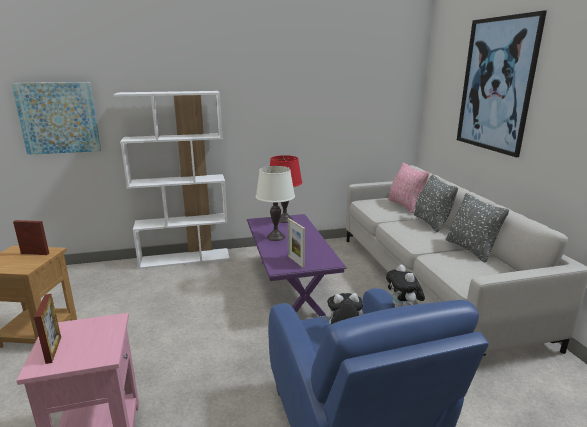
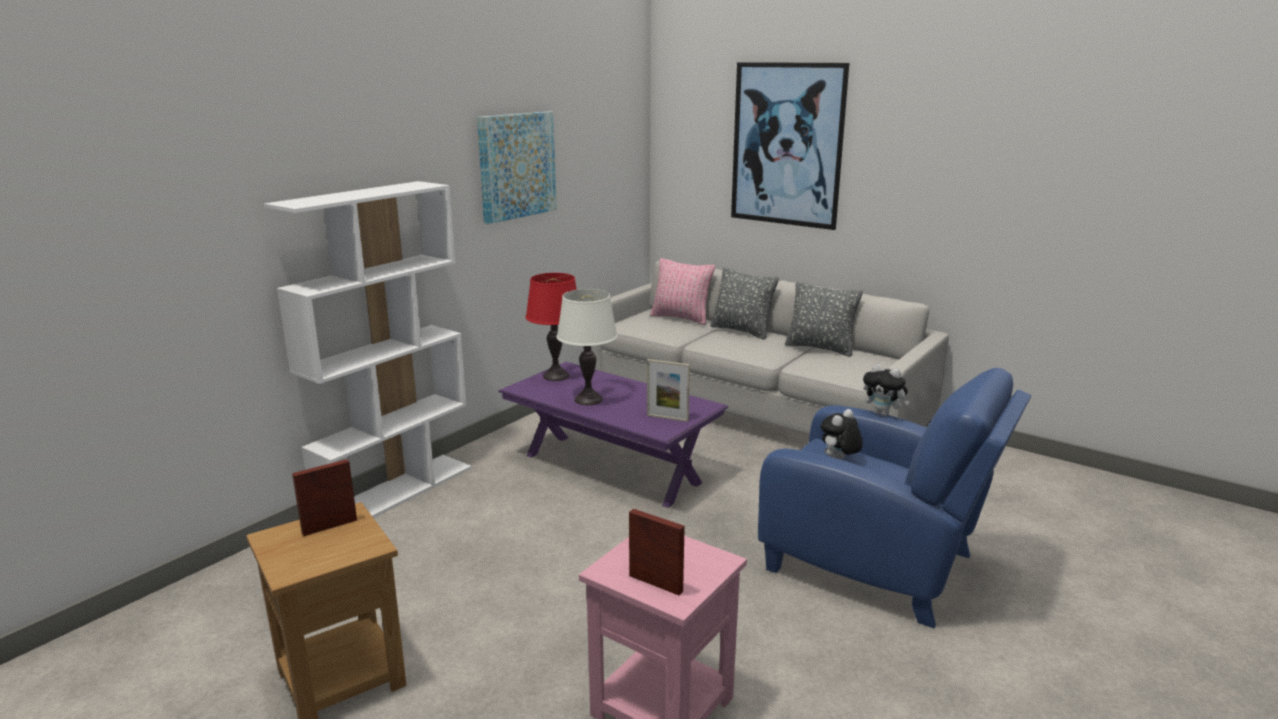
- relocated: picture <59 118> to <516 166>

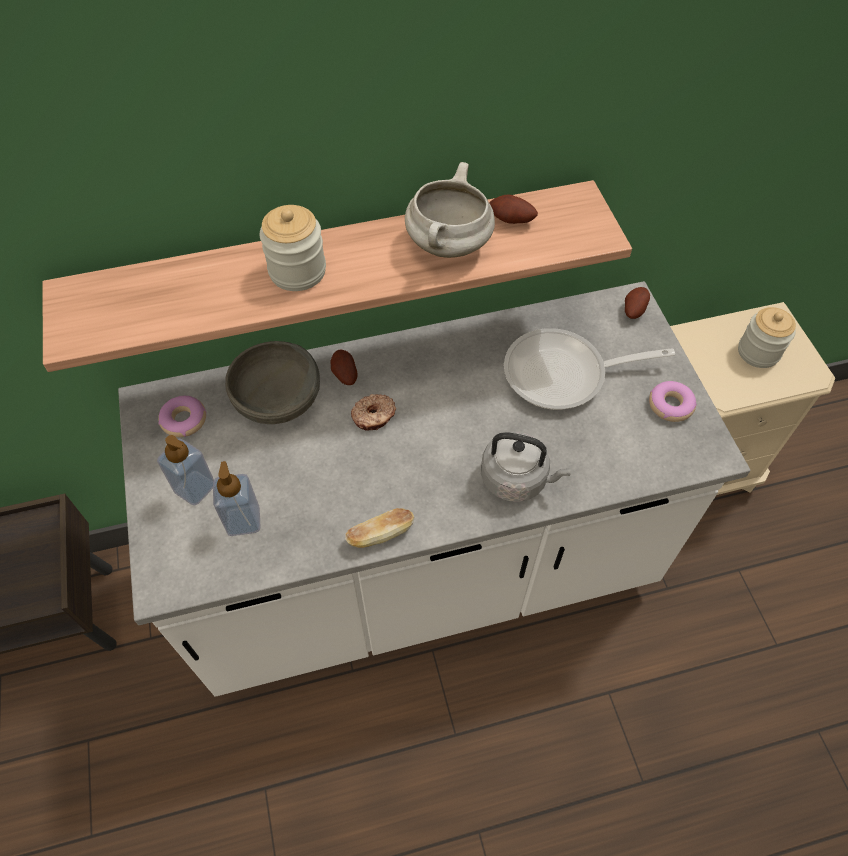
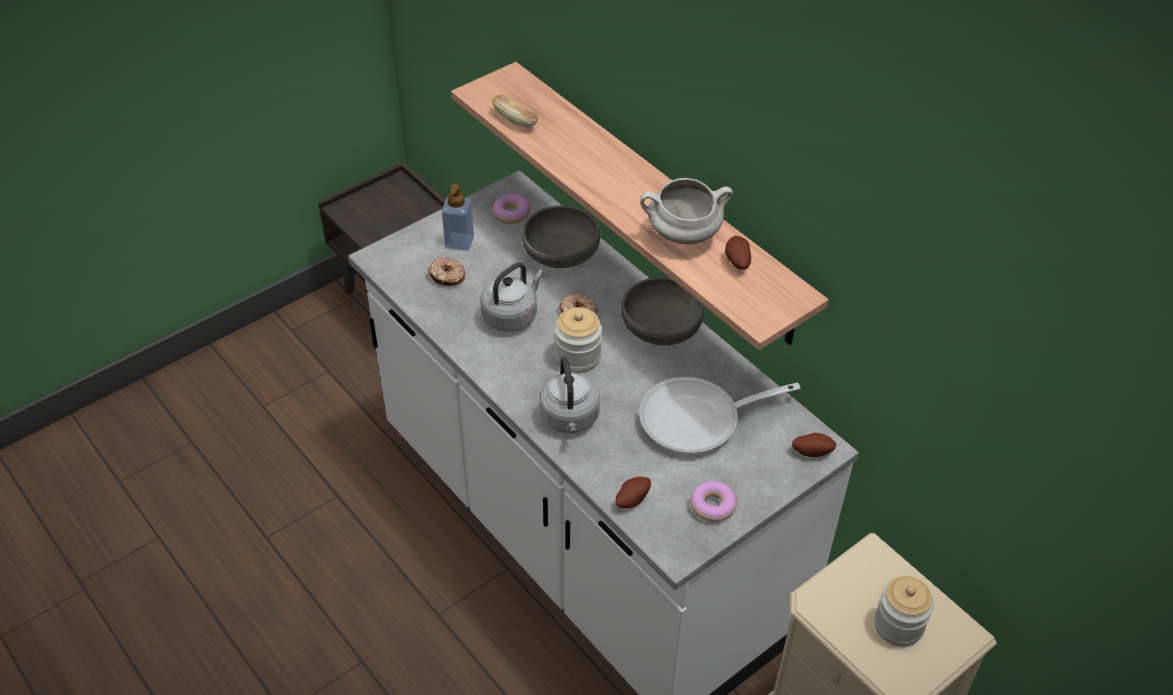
- appeared: grey kettle <512 315>
- appeared: grey bowl <661 328>
- relocated: jar <297 271> to <578 357>
- relocated: potato <344 375> to <631 499>
- relocated: bread <380 534> to <515 120>
- exchanged: soap dispenser <243 520> to donut <447 276>
- spun: frying pan <564 375> = <698 420> 75 degrees counterclockwise

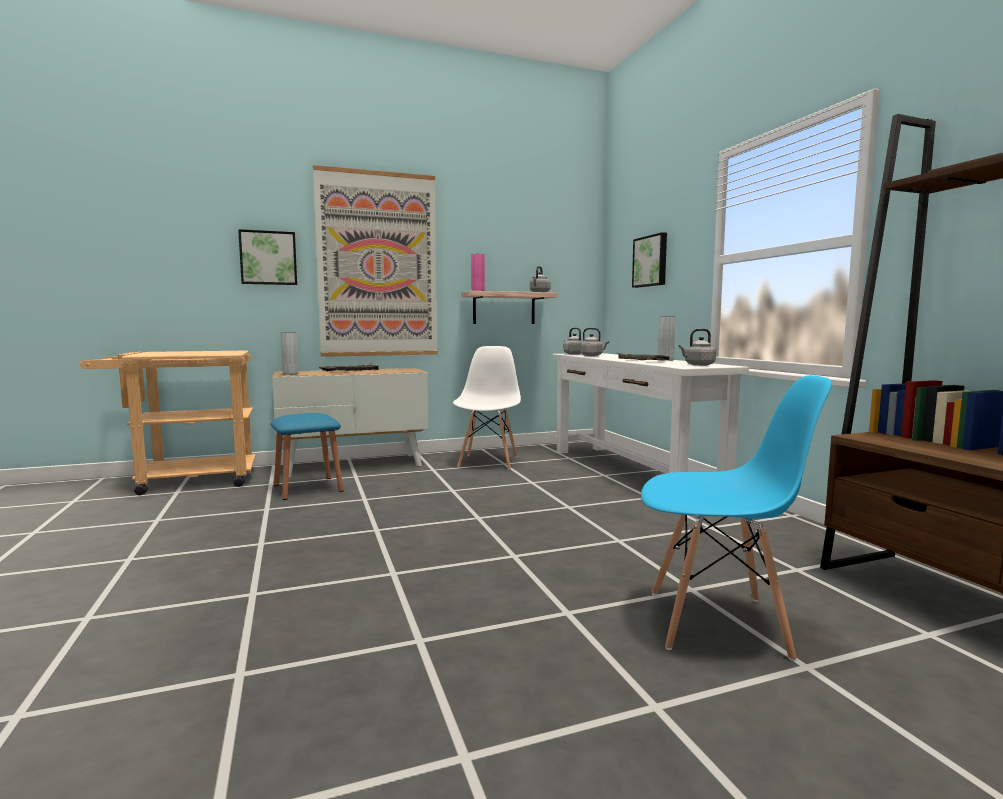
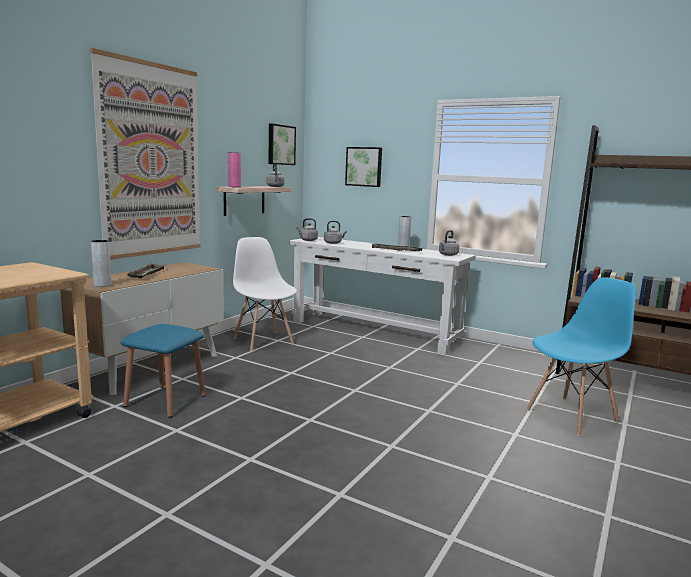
- relocated: picture <268 258> to <280 145>

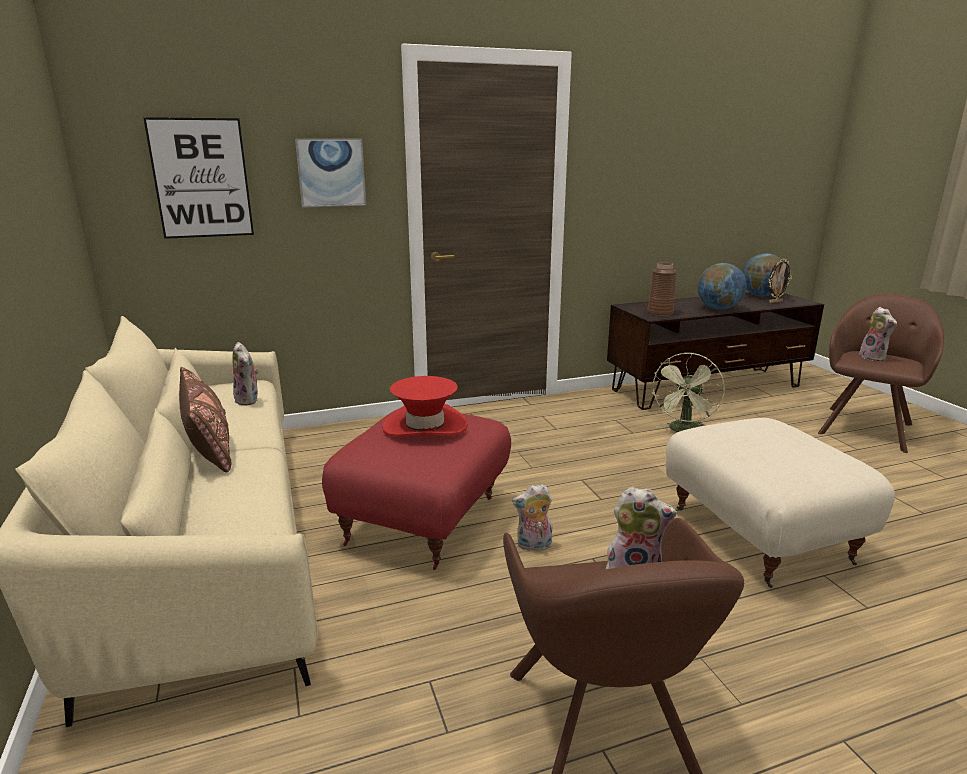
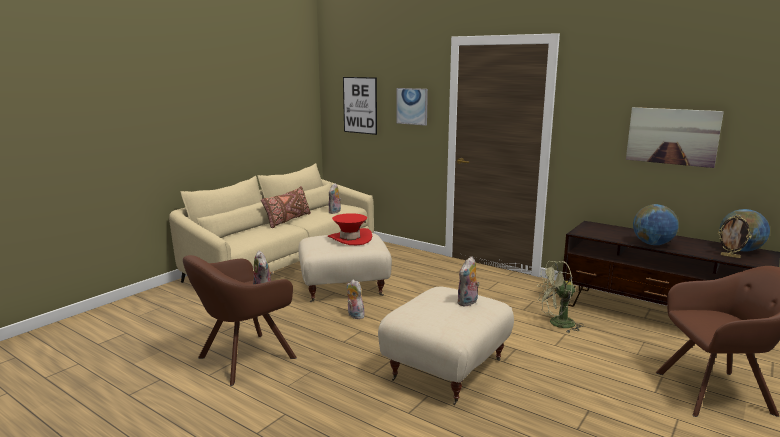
- missing: brown vase <660 313>
- appeared: picture <672 136>
- relocated: plush toy <874 357> to <468 303>
- colour: red ottoman <425 521> to beige ottoman <344 289>

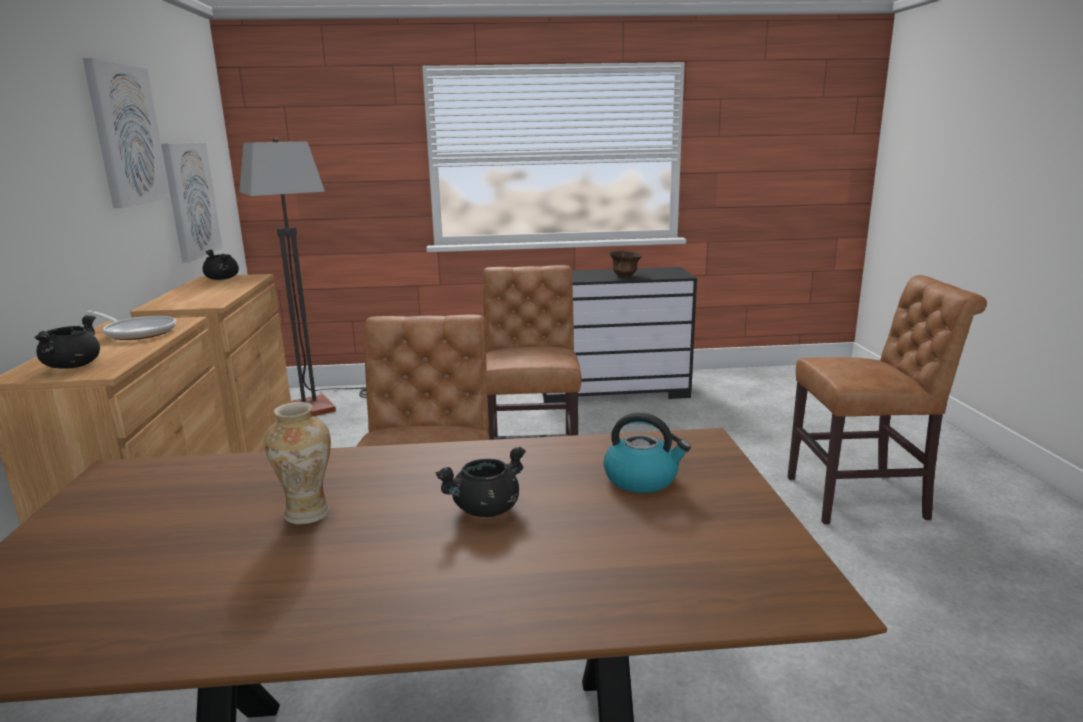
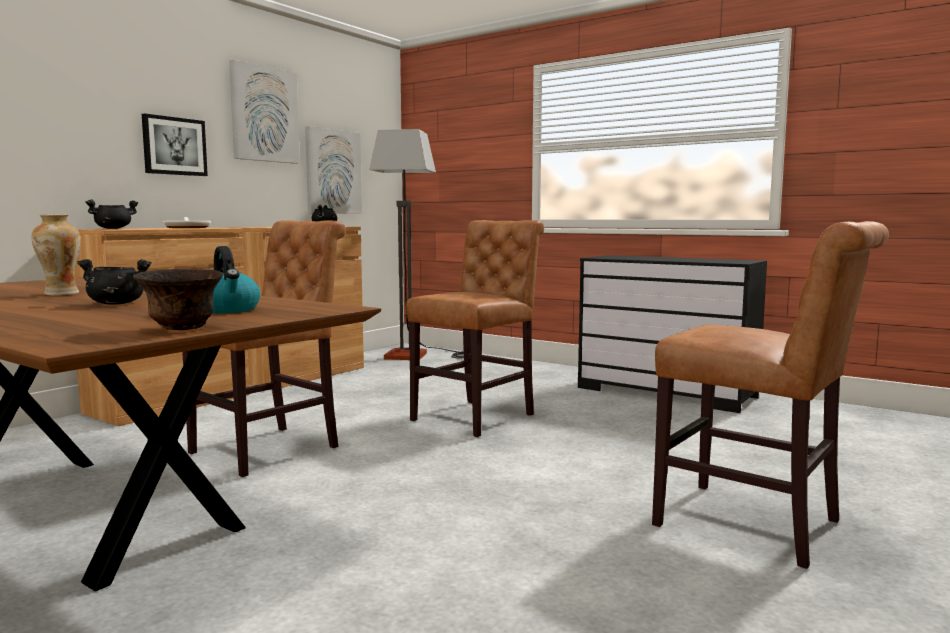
- appeared: picture <174 146>
- relocated: brown bowl <625 275> to <183 328>

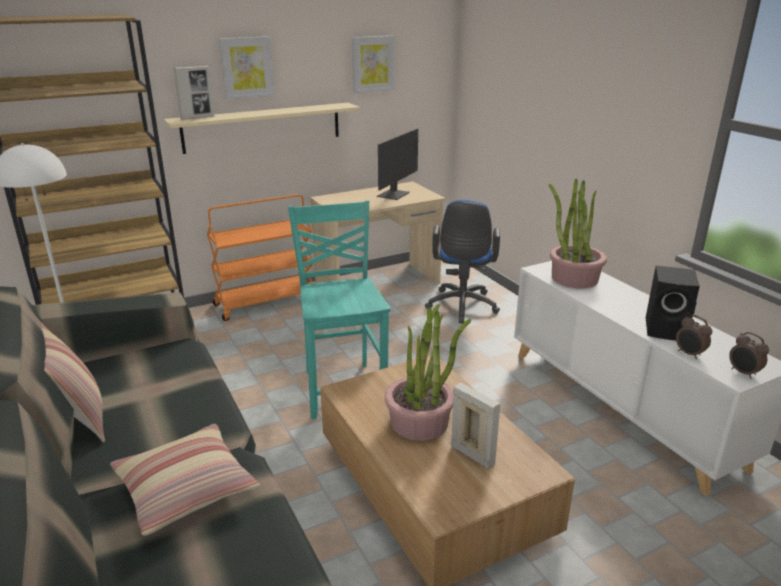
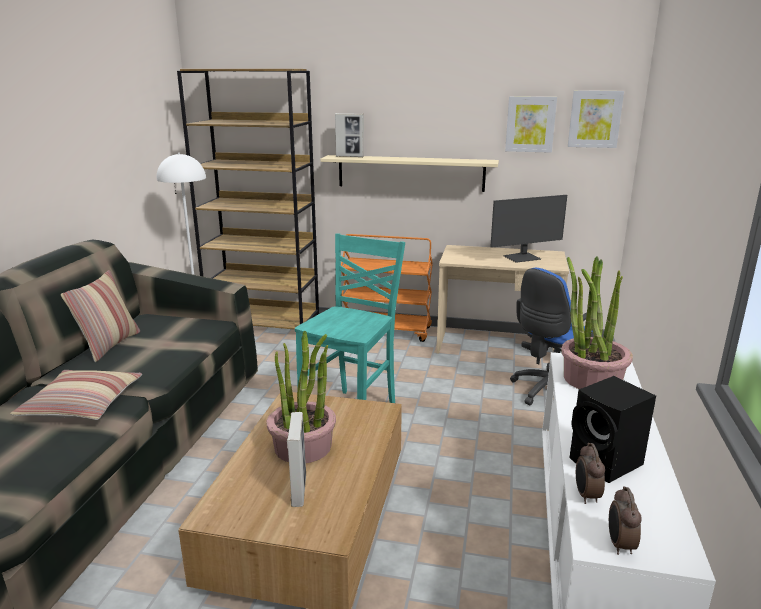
- relocated: picture <246 67> to <594 119>

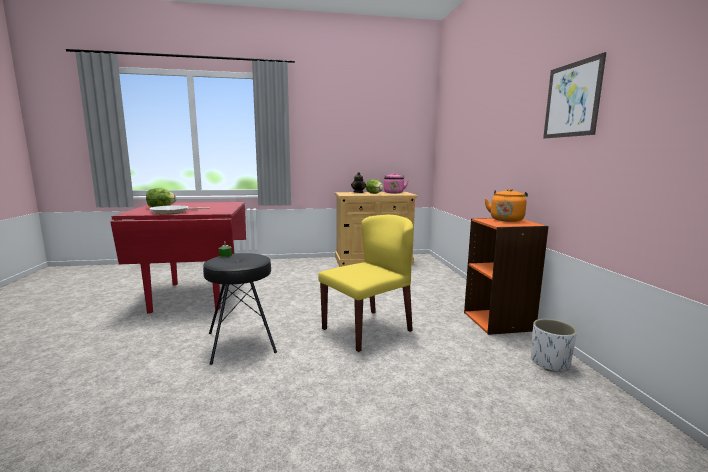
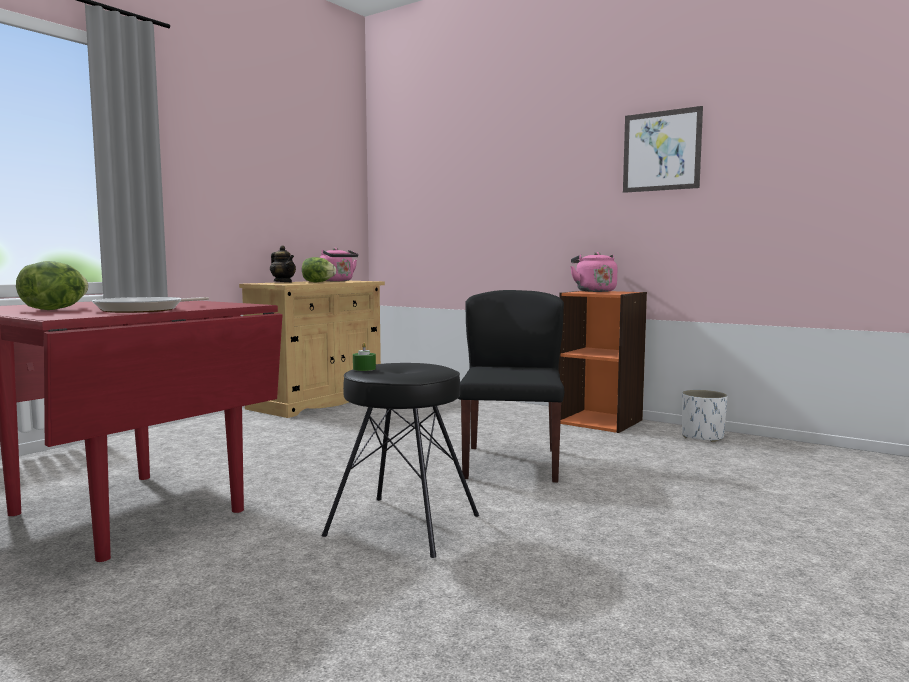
- colour: yellow chair <367 329> to black chair <511 463>
- colour: orange kettle <506 219> to pink kettle <594 291>

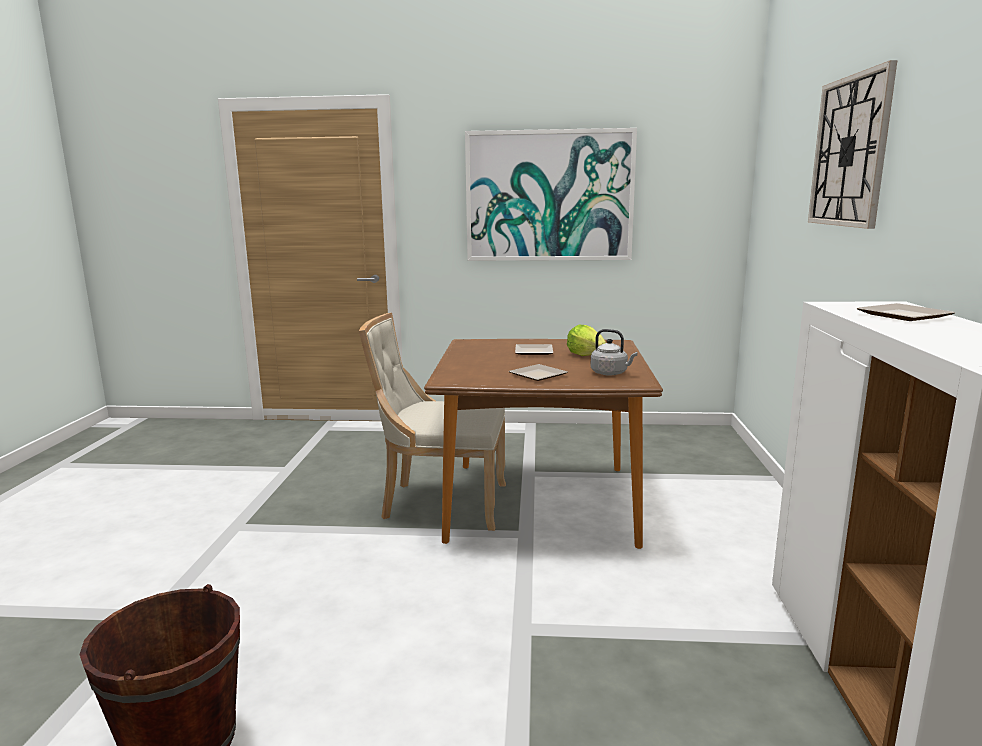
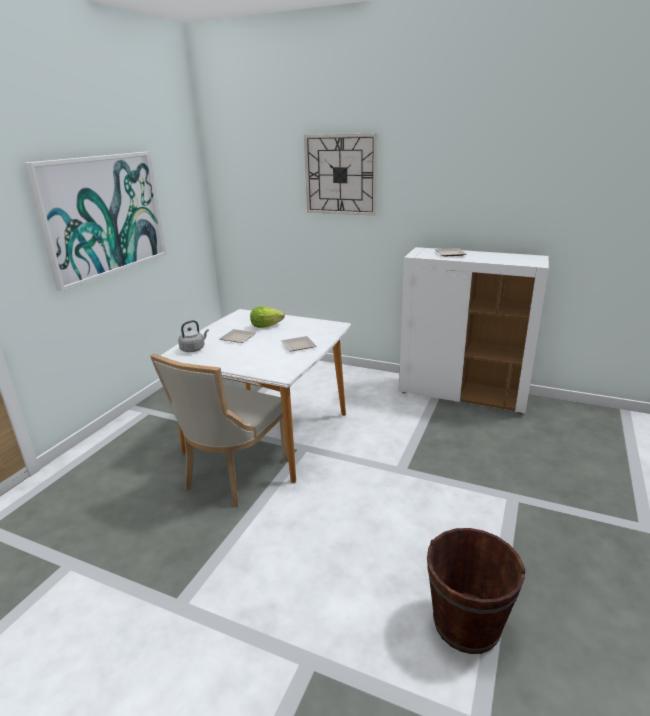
- relocated: grey kettle <611 373> to <194 349>
- colour: brown dining table <539 502> to white dining table <267 433>

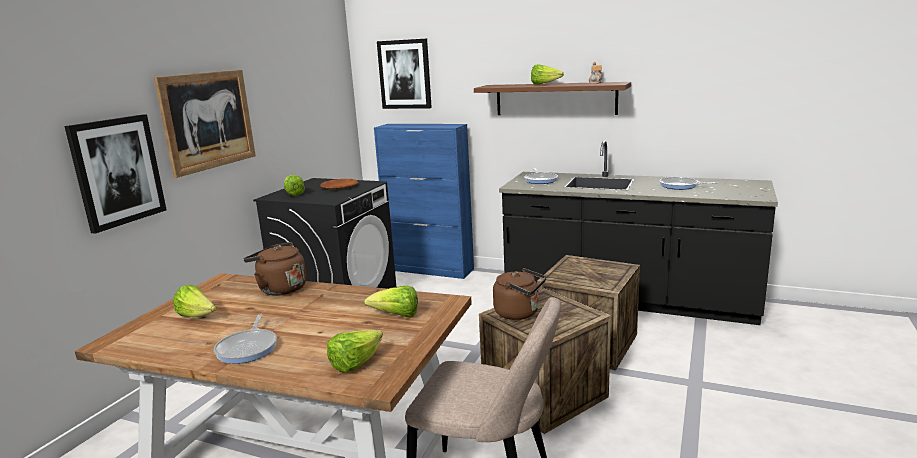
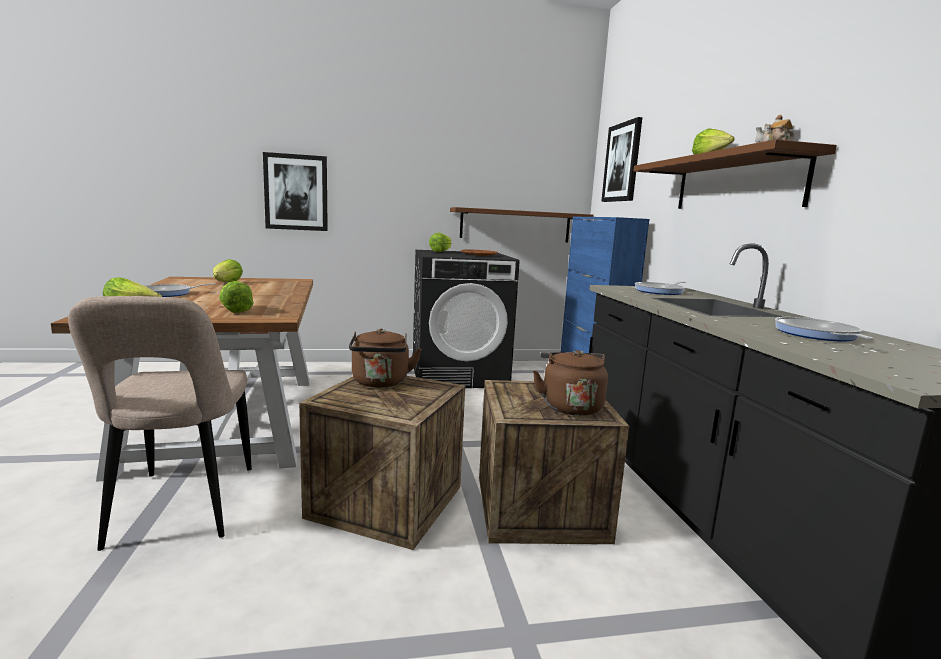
- missing: picture <208 120>
- appeared: brown shelf <515 225>
- relocated: brown kettle <280 289> to <570 406>

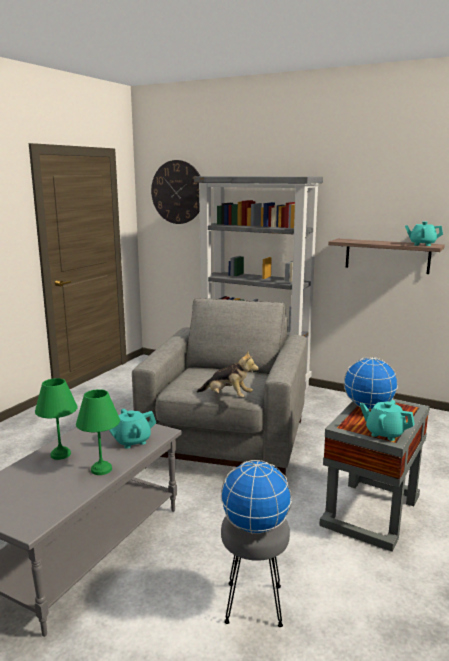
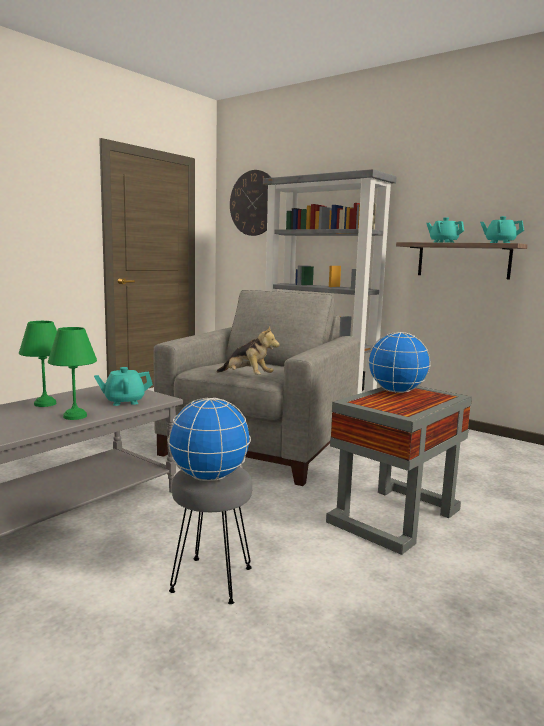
- relocated: turquoise teapot <384 433> to <443 242>

